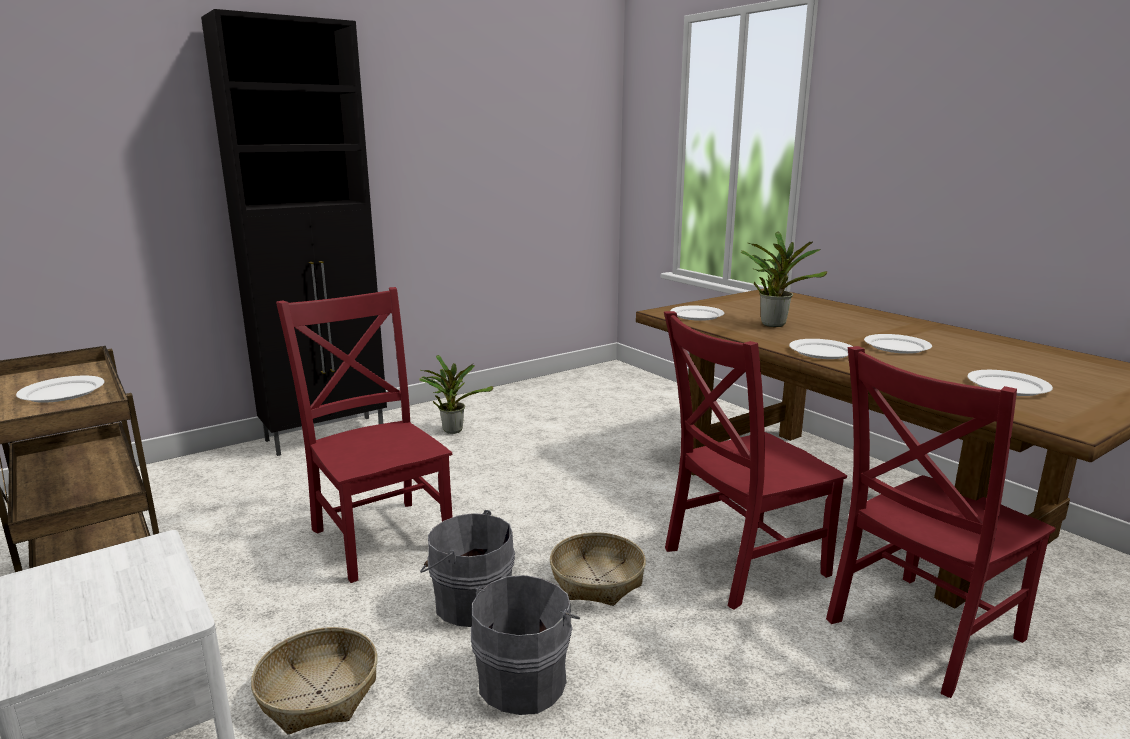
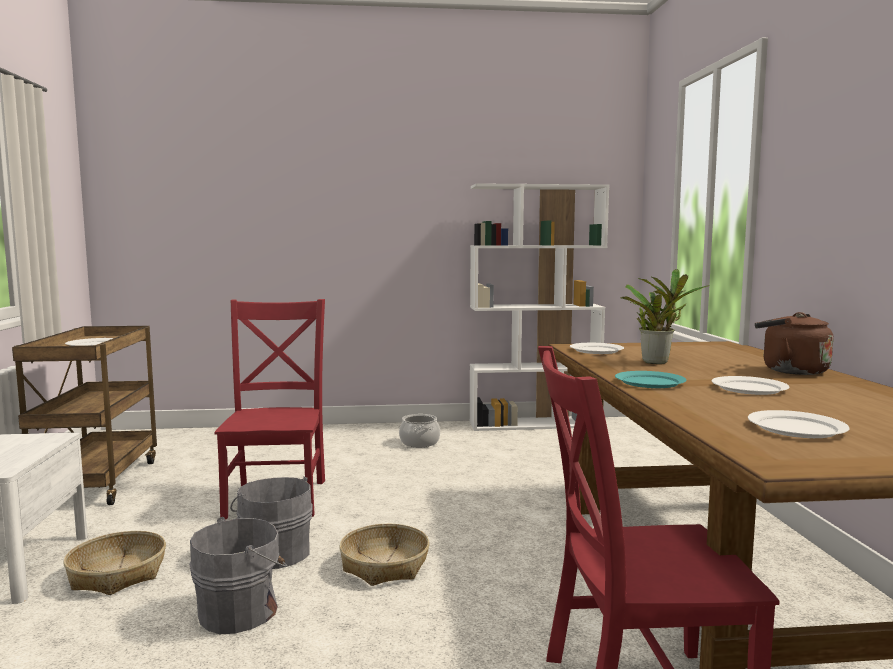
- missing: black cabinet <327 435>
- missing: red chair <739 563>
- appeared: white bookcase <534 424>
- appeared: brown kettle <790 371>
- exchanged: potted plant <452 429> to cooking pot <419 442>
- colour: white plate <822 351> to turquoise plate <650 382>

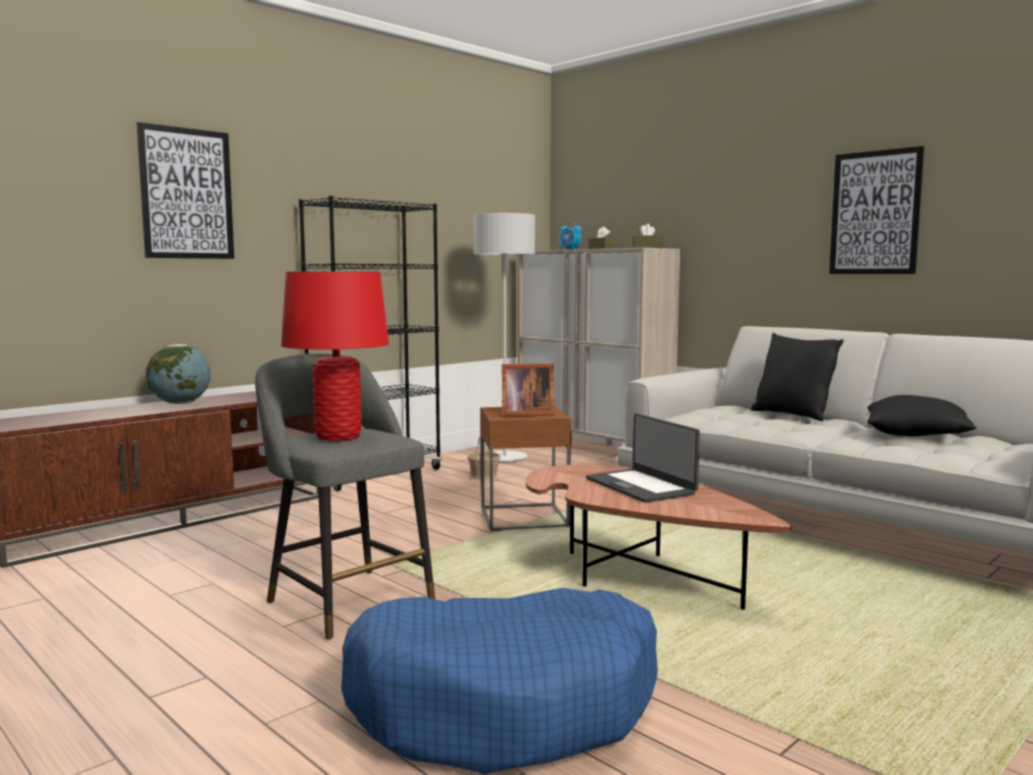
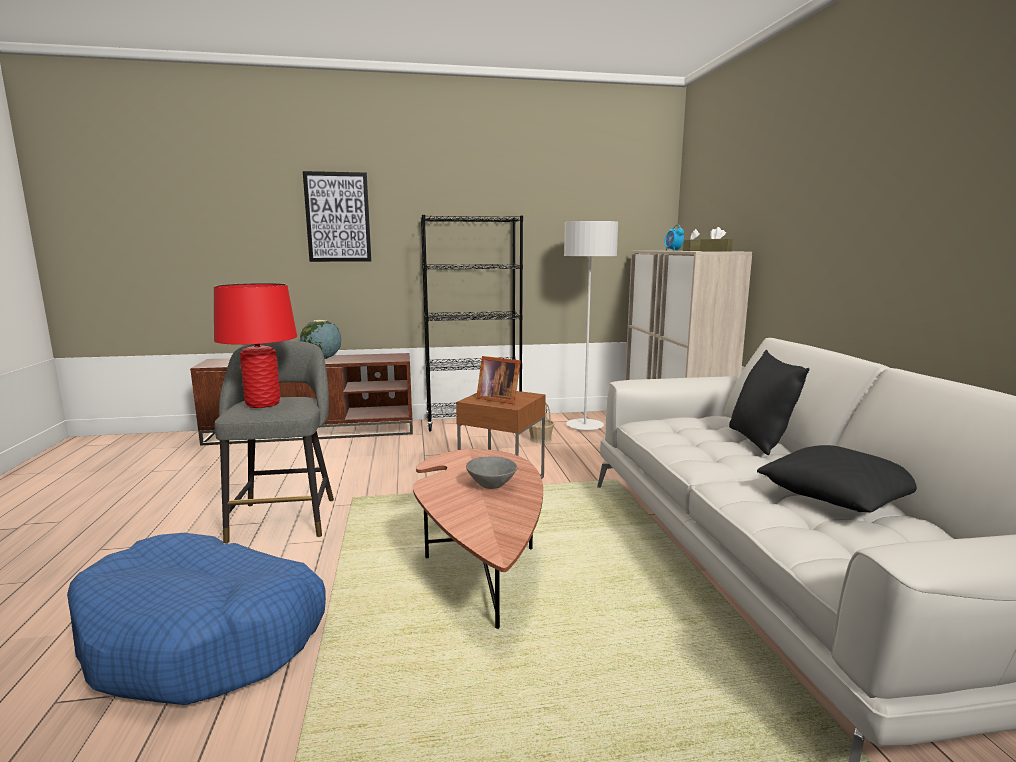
- missing: picture <875 213>
- exchanged: laptop <641 486> to grey bowl <492 485>

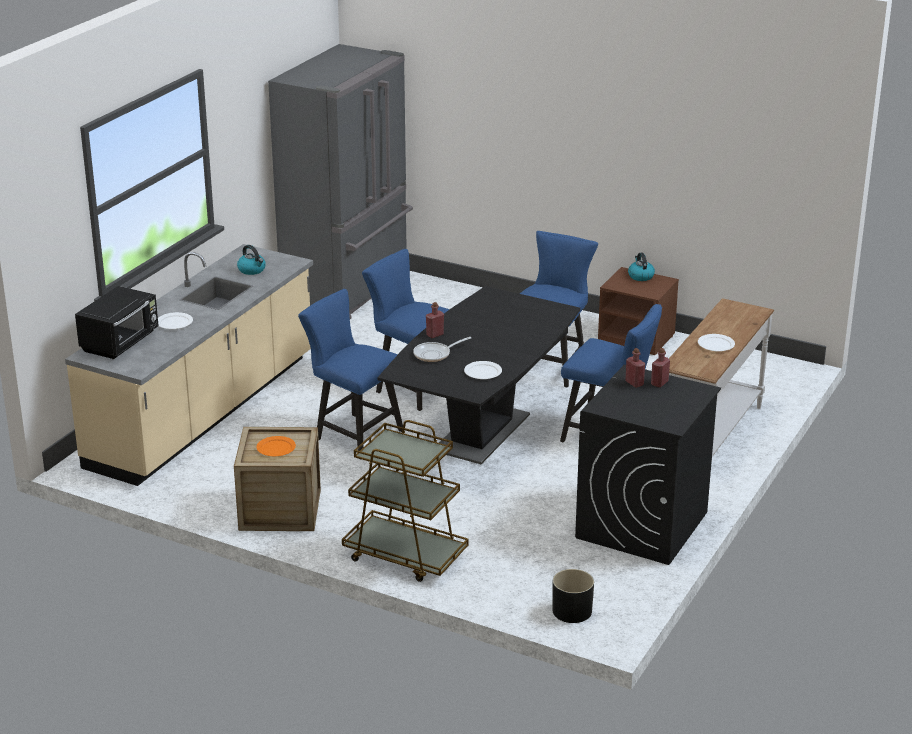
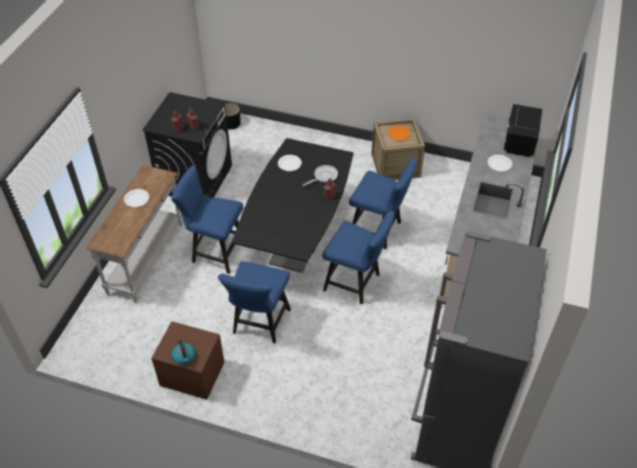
- missing: kettle <252 270>
- missing: brown cart <404 555>

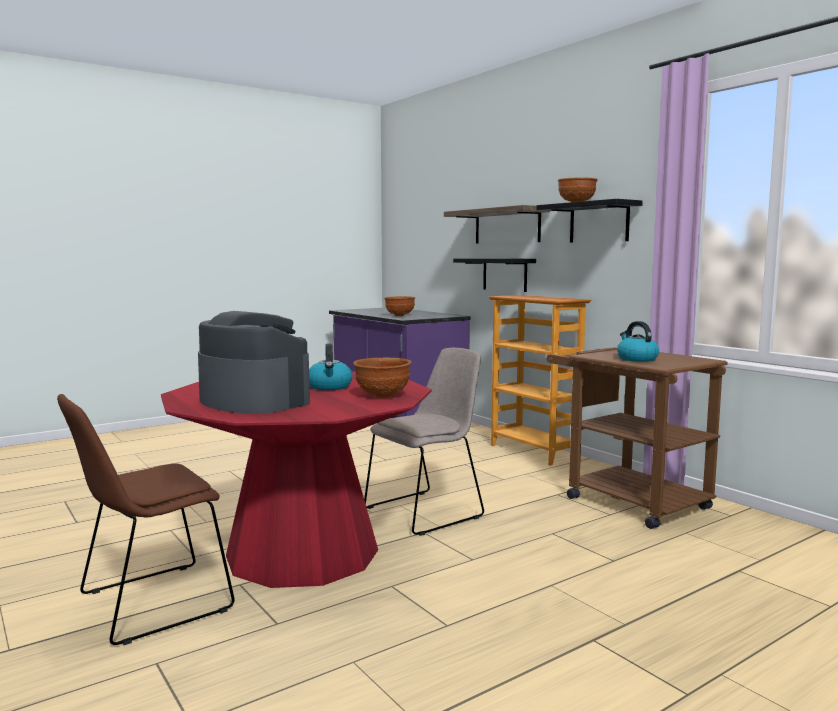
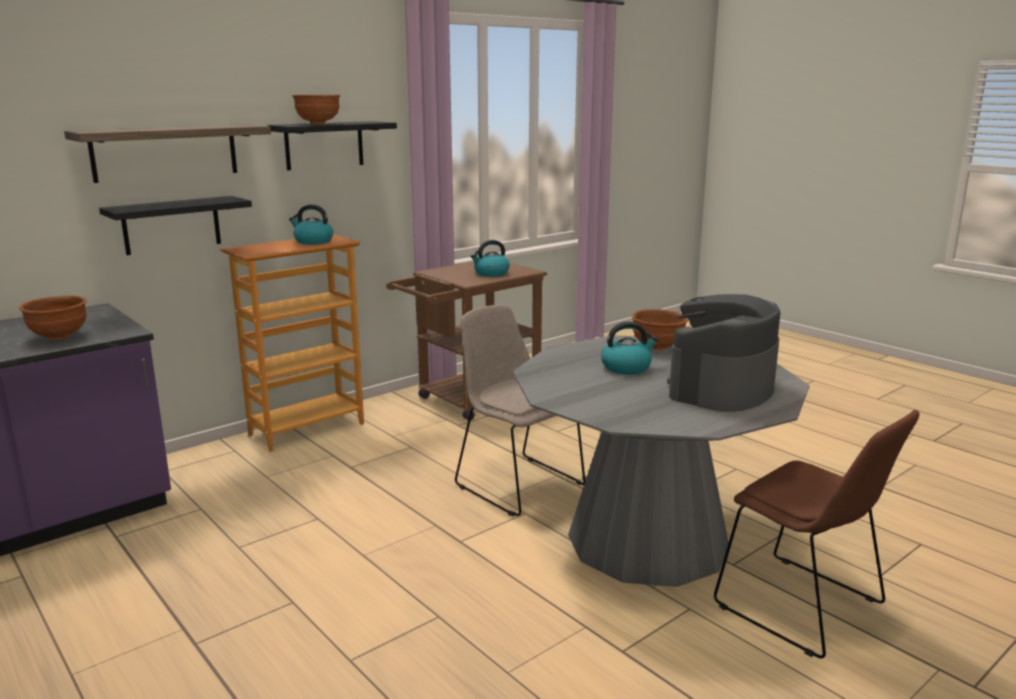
- appeared: kettle <313 241>
- colour: red dining table <302 552> to grey dining table <647 540>

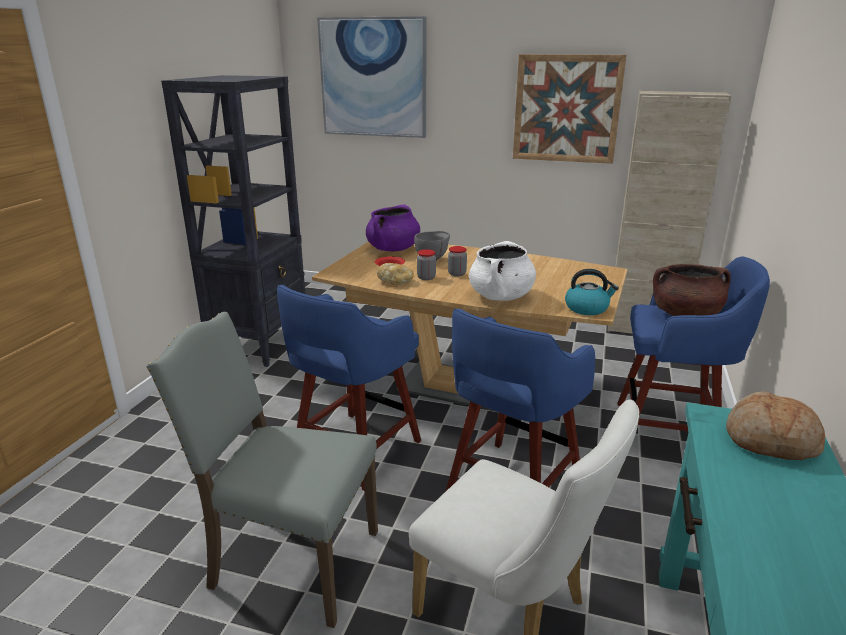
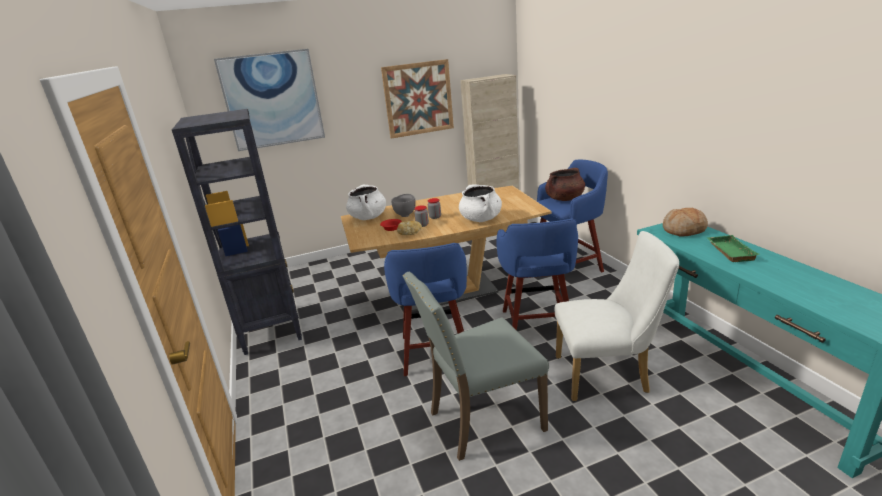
- missing: kettle <587 308>
- appeared: green tray <729 251>
- colour: purple cooking pot <393 249> to white cooking pot <368 217>

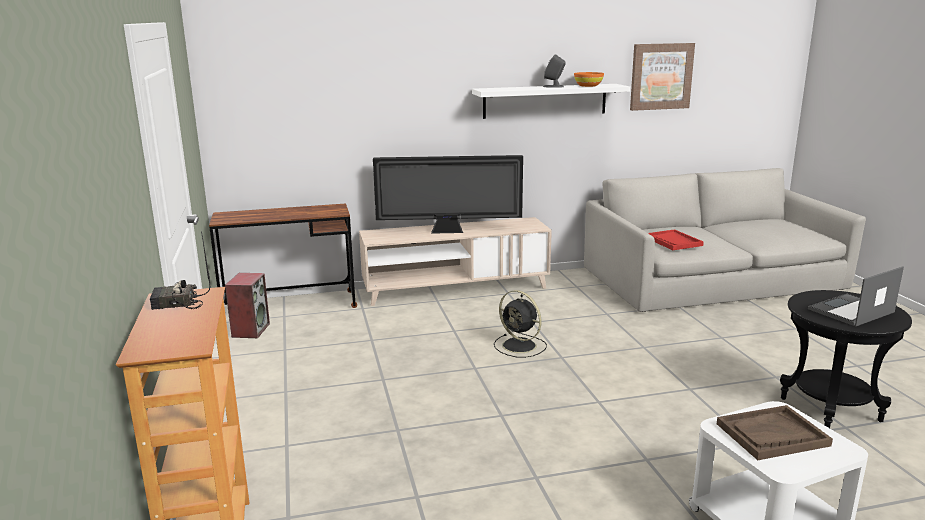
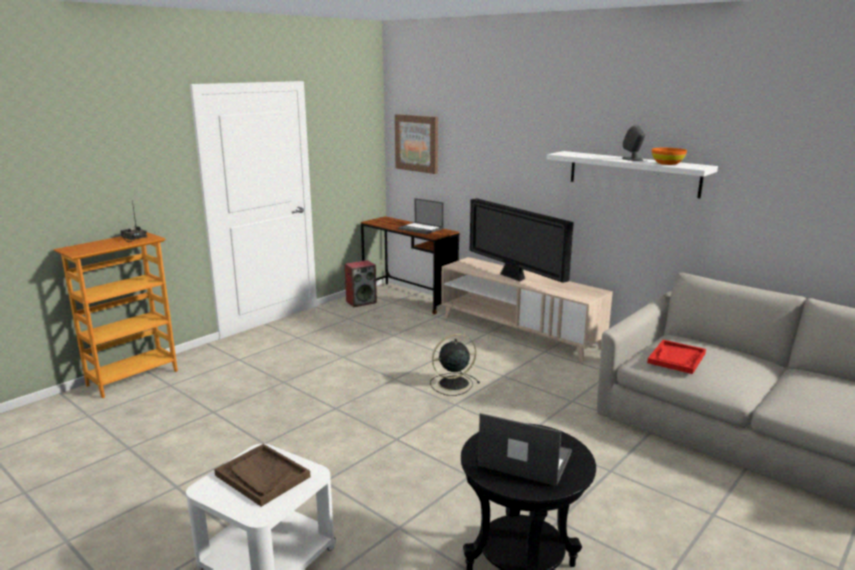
- appeared: laptop <421 229>
- relocated: picture <661 76> to <417 143>
- spun: black fan <520 346> = <452 384> 60 degrees clockwise

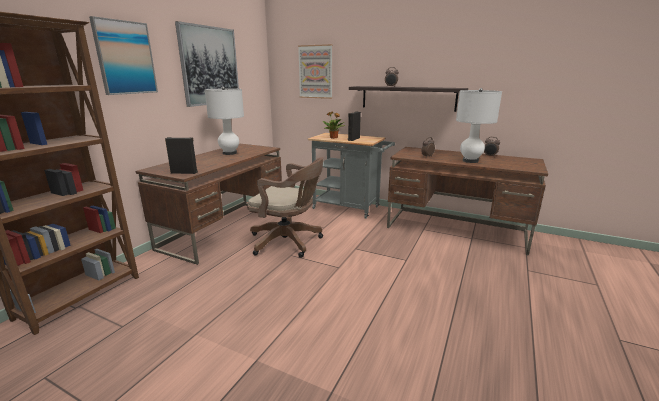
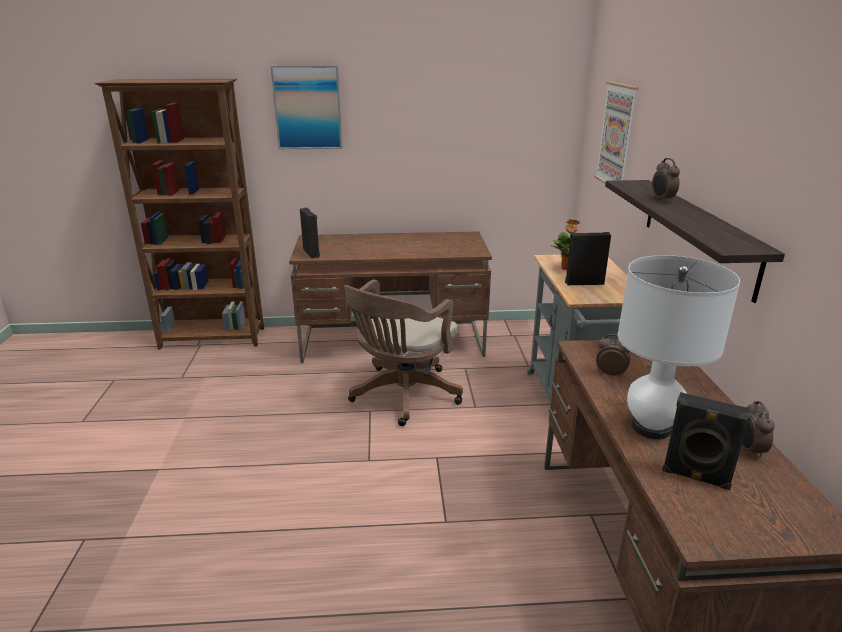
- missing: picture <210 66>
- missing: white table lamp <229 153>
- appeared: black speaker <695 477>
- spun: brown office chair <289 242> = <402 396> 45 degrees clockwise

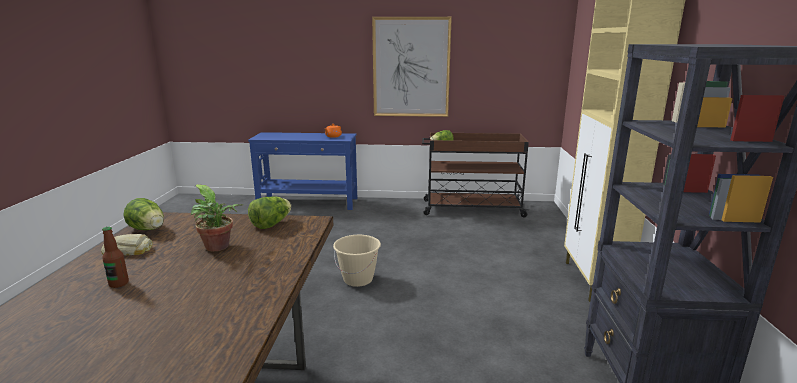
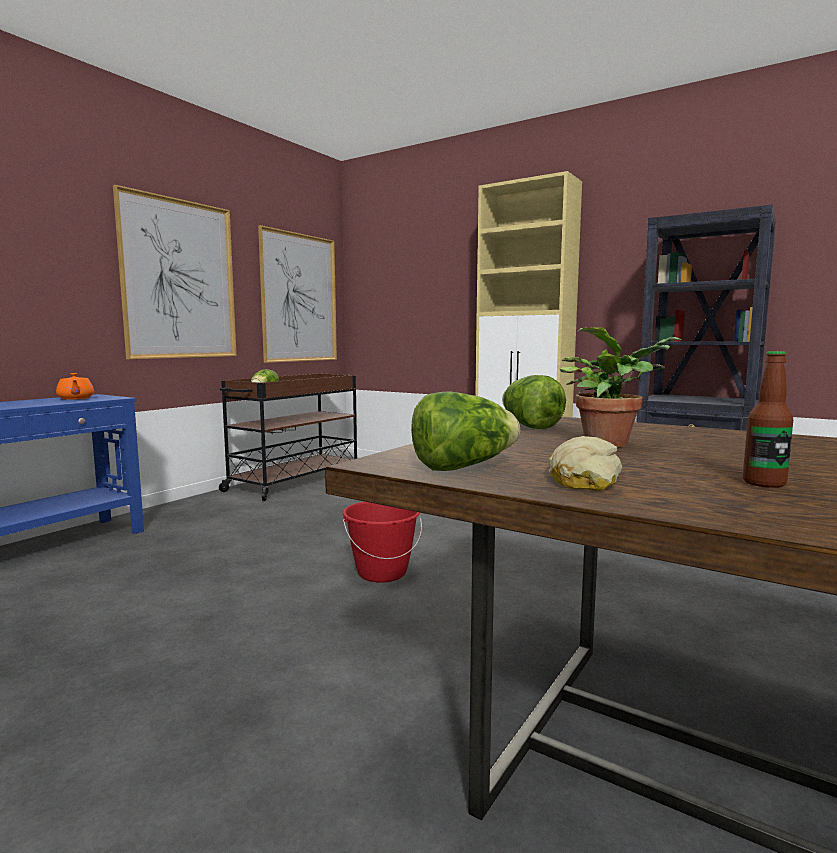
- appeared: picture <299 298>
- colour: beige bucket <358 279> to red bucket <382 572>

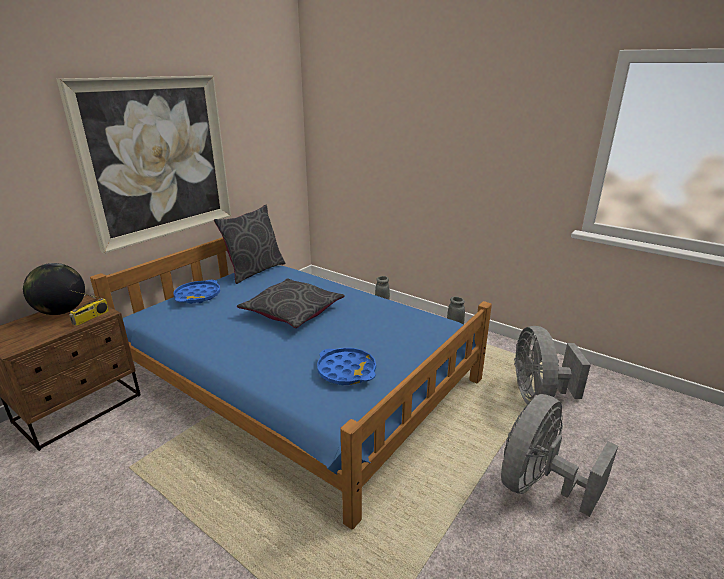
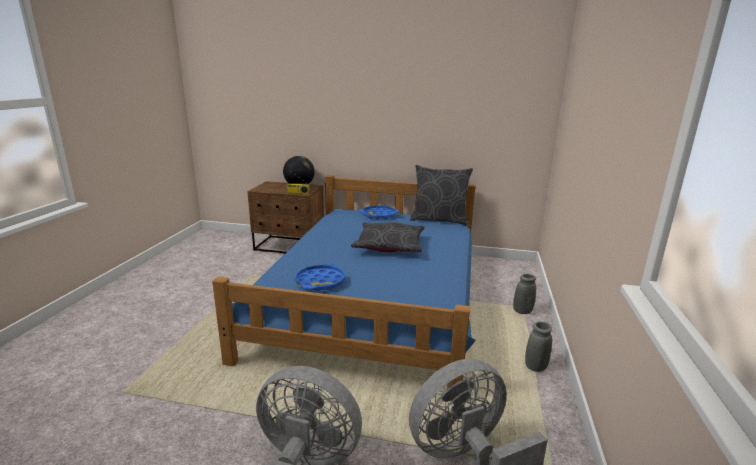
- missing: picture <157 159>

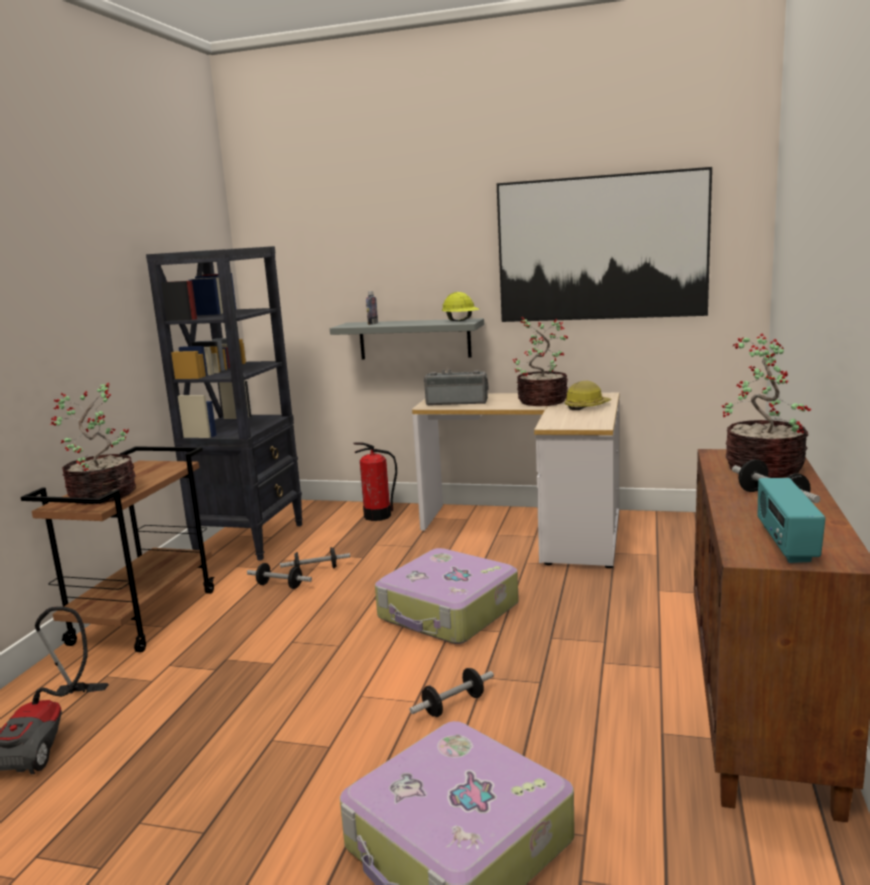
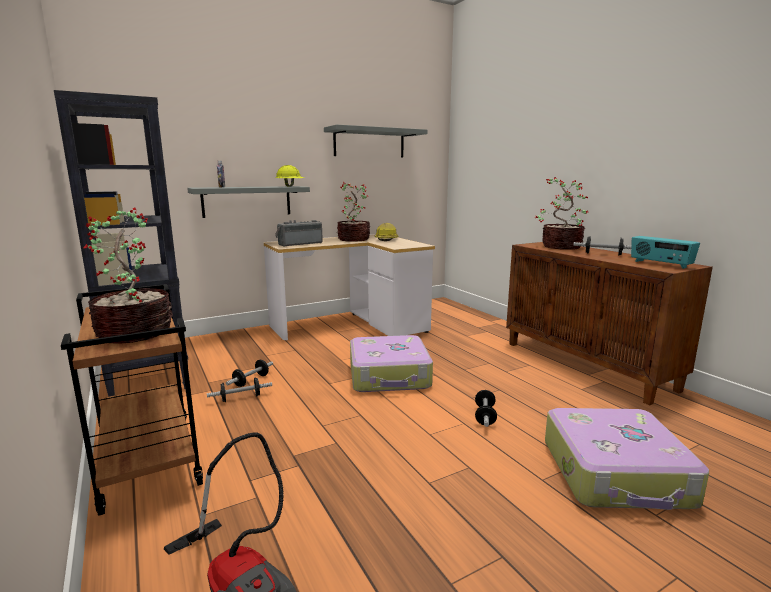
- missing: fire extinguisher <378 516>
- exchanged: picture <601 248> to grey shelf <369 143>

